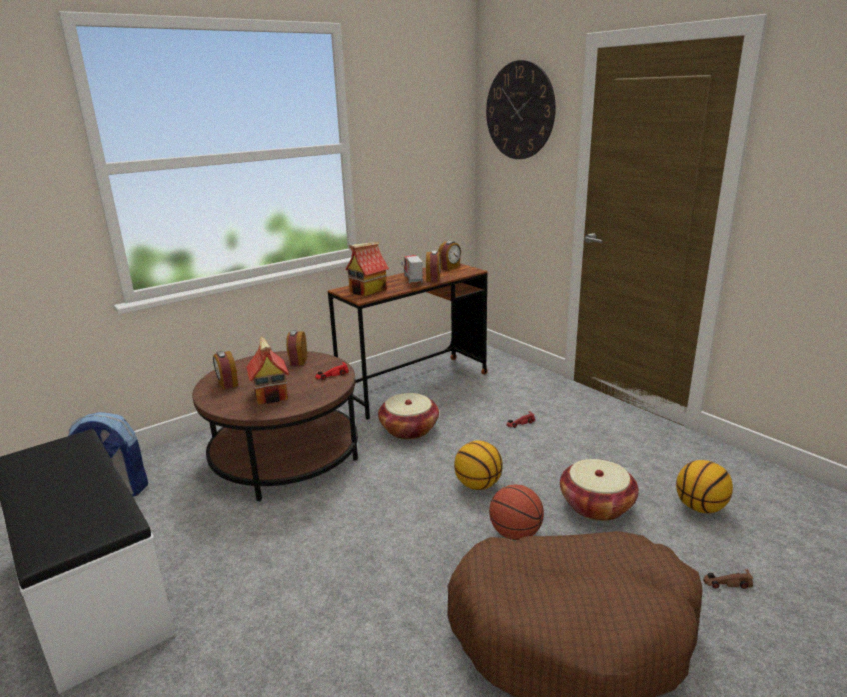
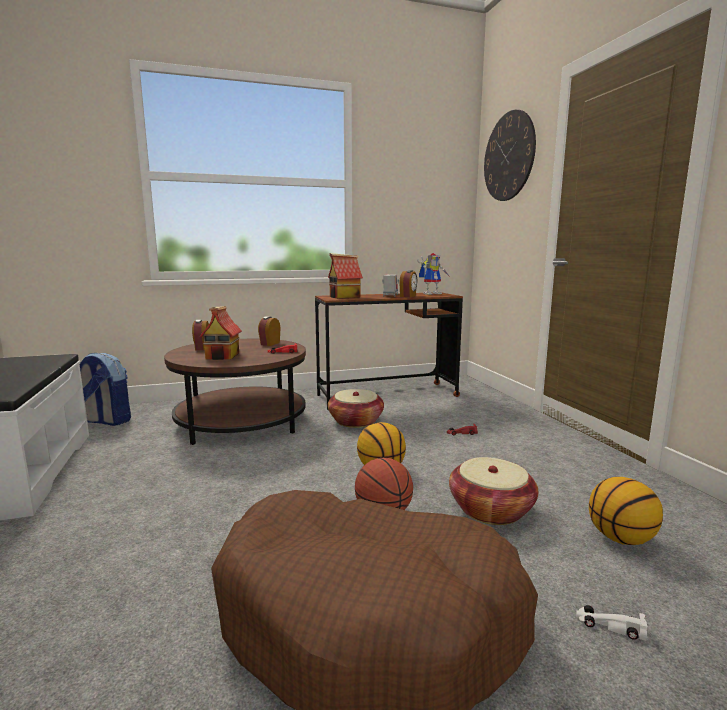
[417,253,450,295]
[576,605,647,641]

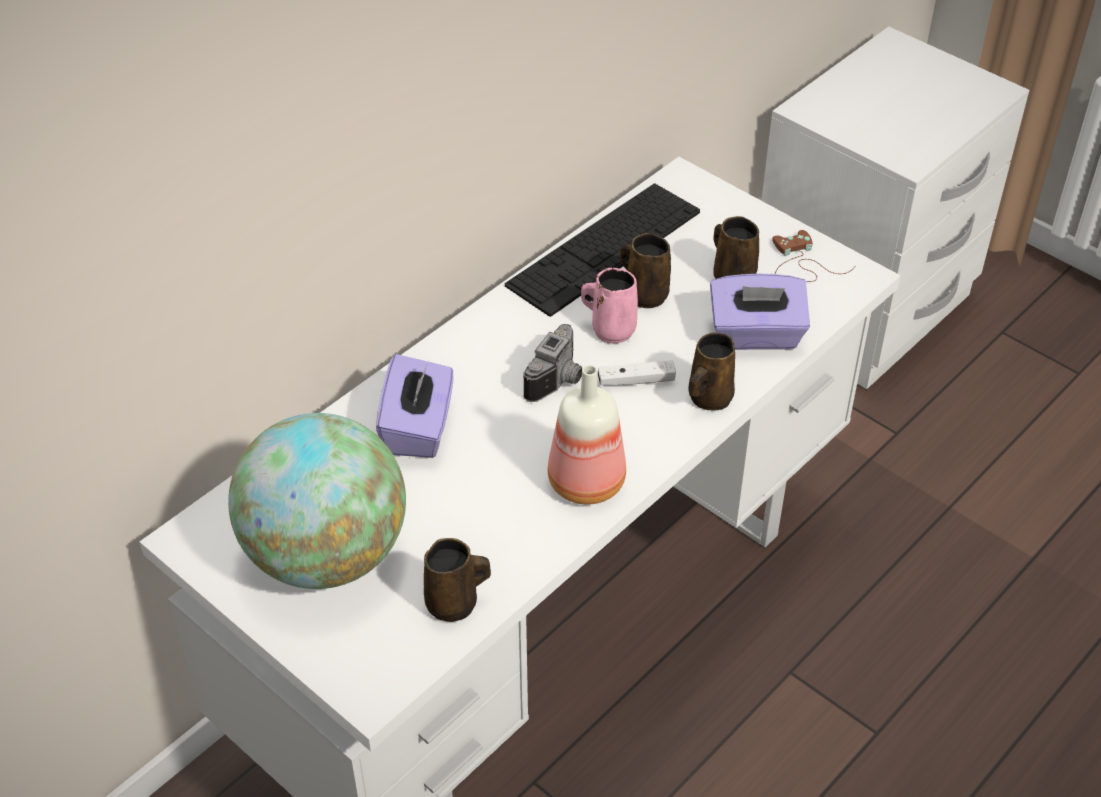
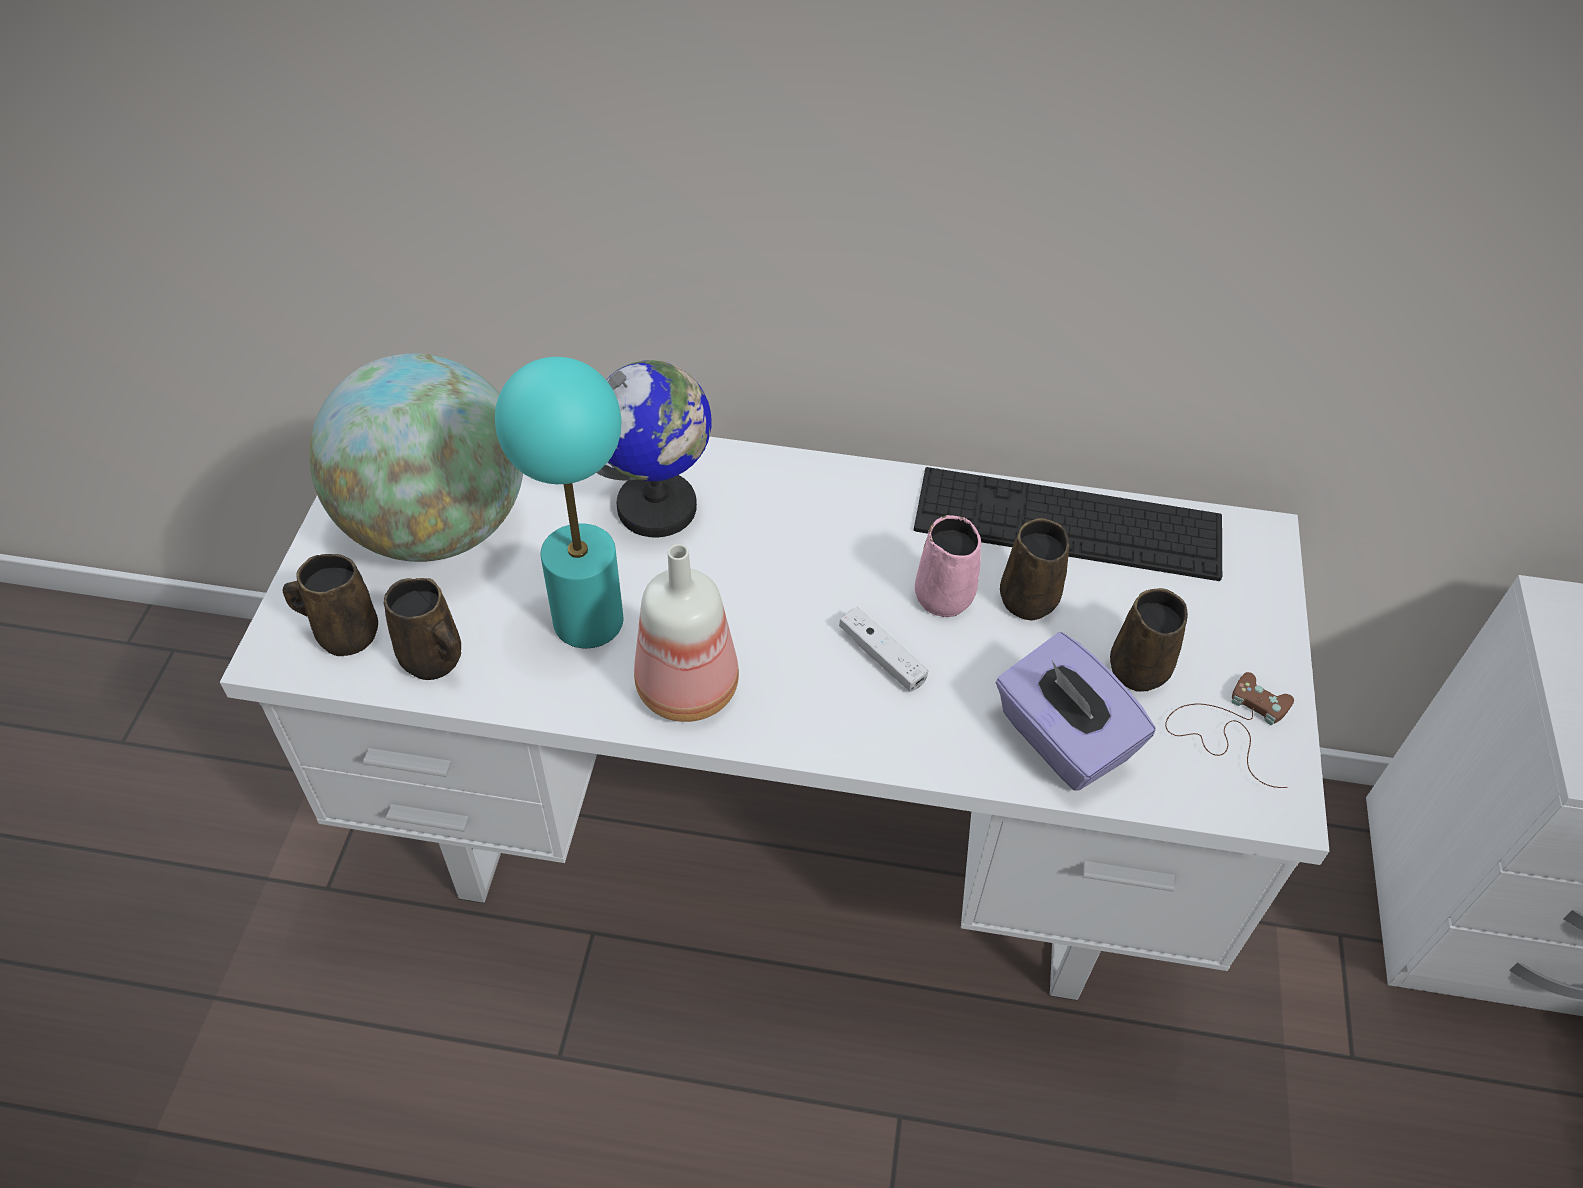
[523,324,582,402] (first image)
[283,554,378,656]
[597,360,712,537]
[495,357,623,648]

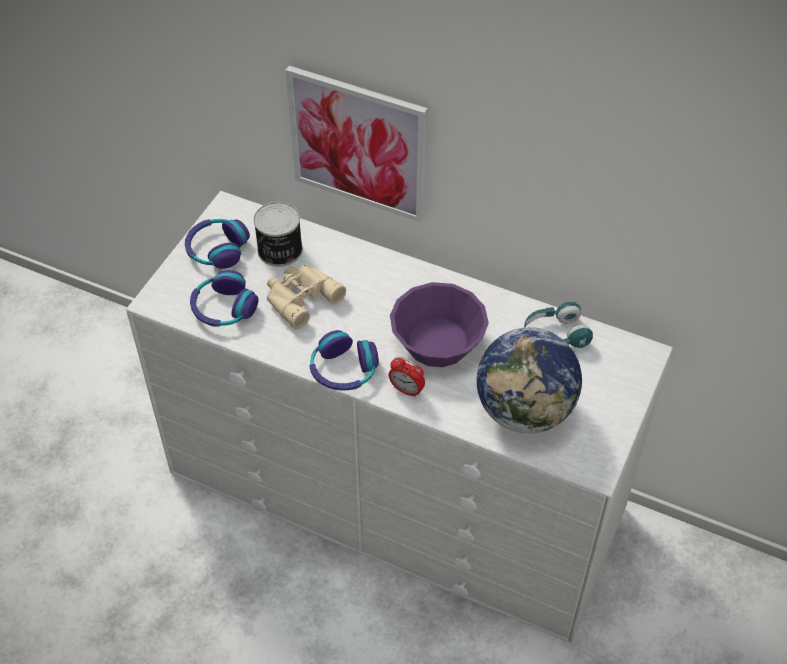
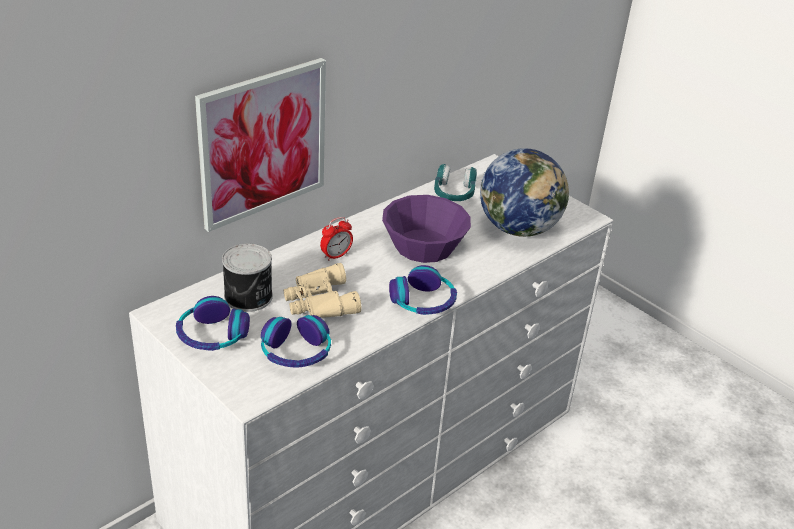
[320,217,353,261]

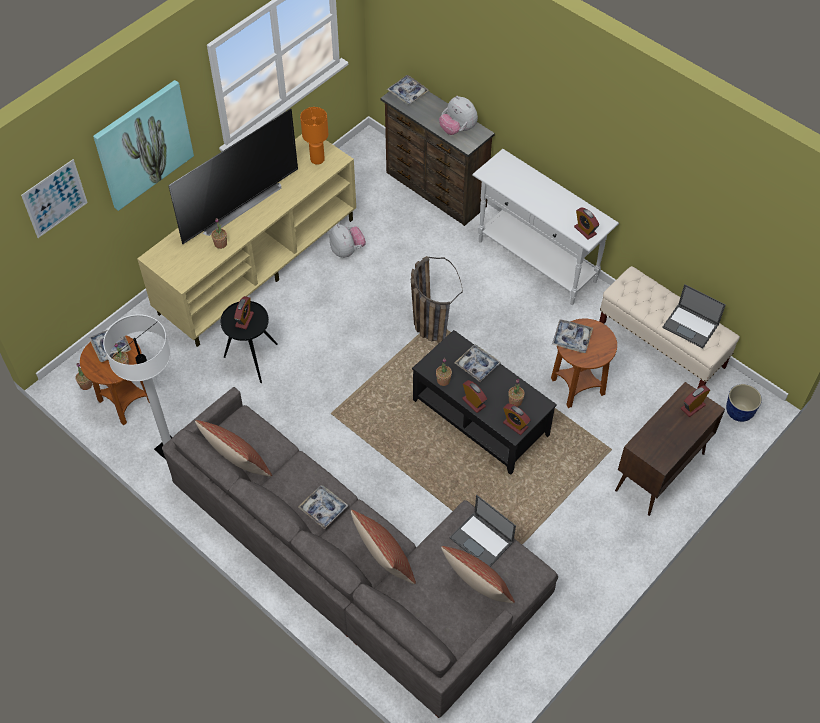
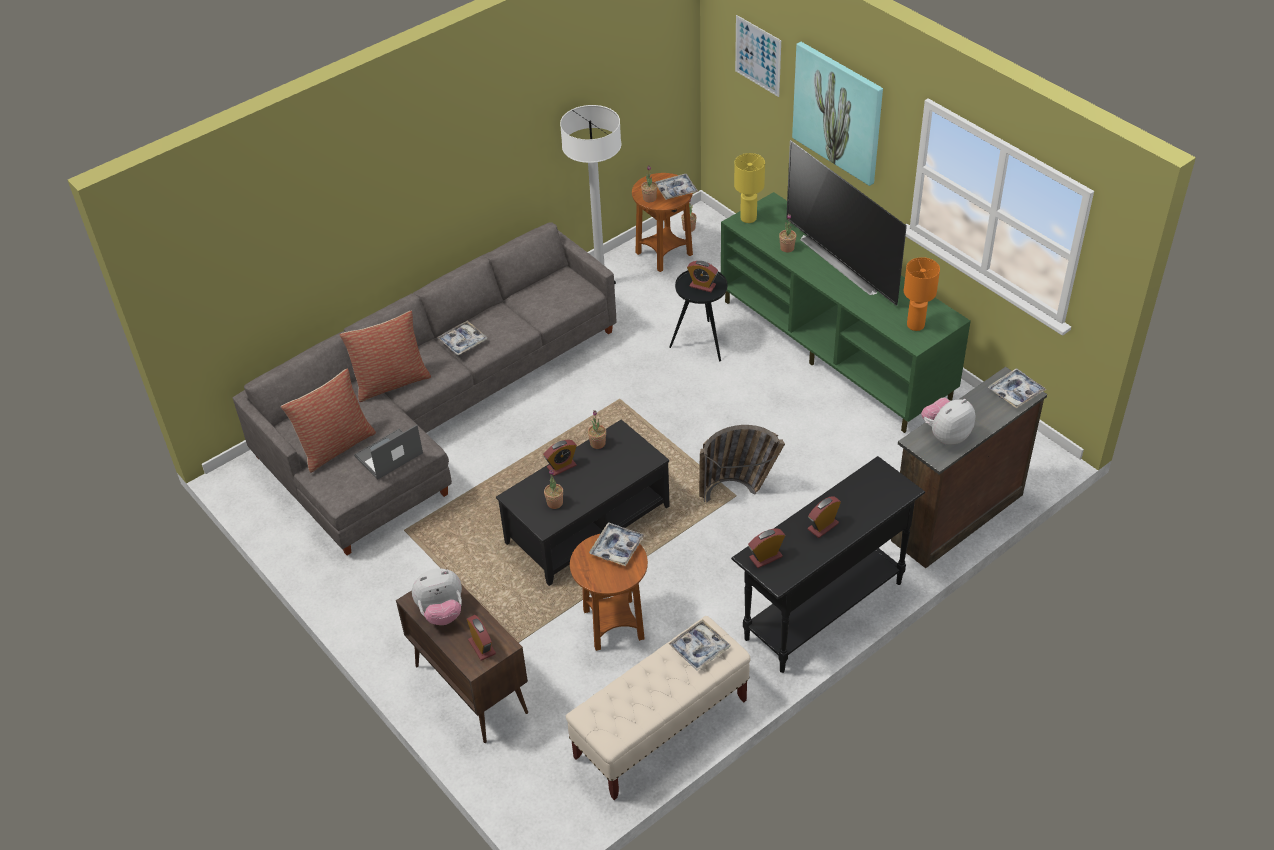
[721,192,971,433]
[731,456,925,673]
[412,568,462,625]
[662,284,726,348] (first image)
[669,619,730,671]
[726,384,762,422] (first image)
[808,496,841,538]
[195,420,272,477] (first image)
[734,153,765,223]

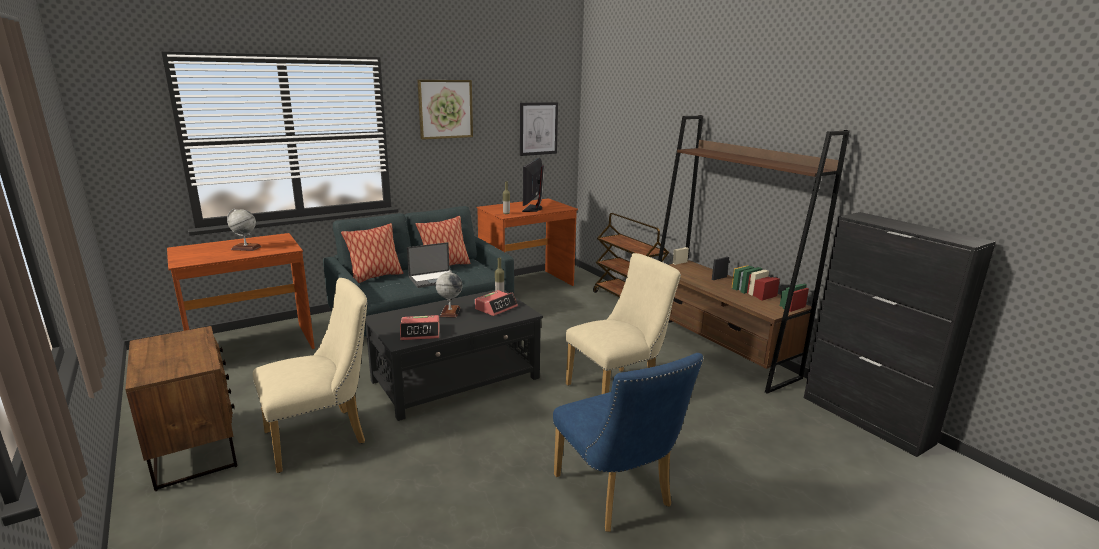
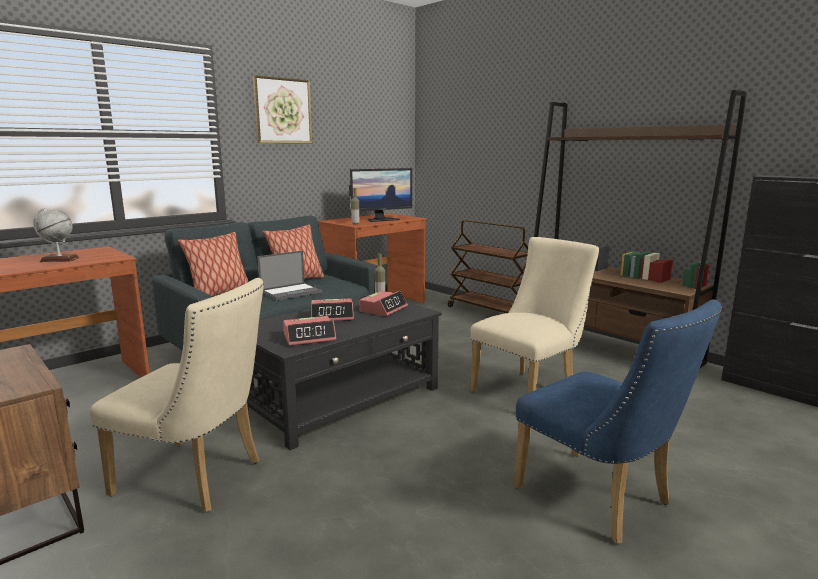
[520,102,558,156] (first image)
[349,168,412,222]
[311,299,354,321]
[90,278,264,512]

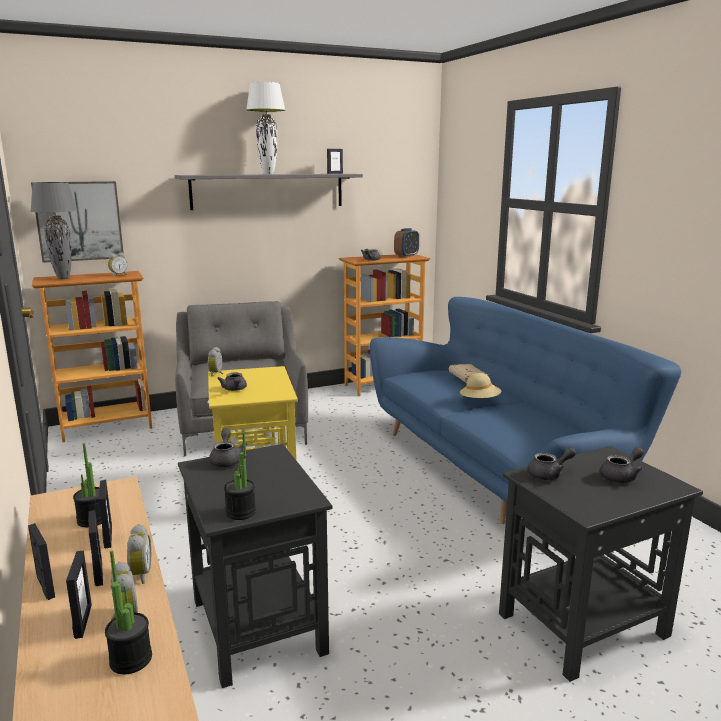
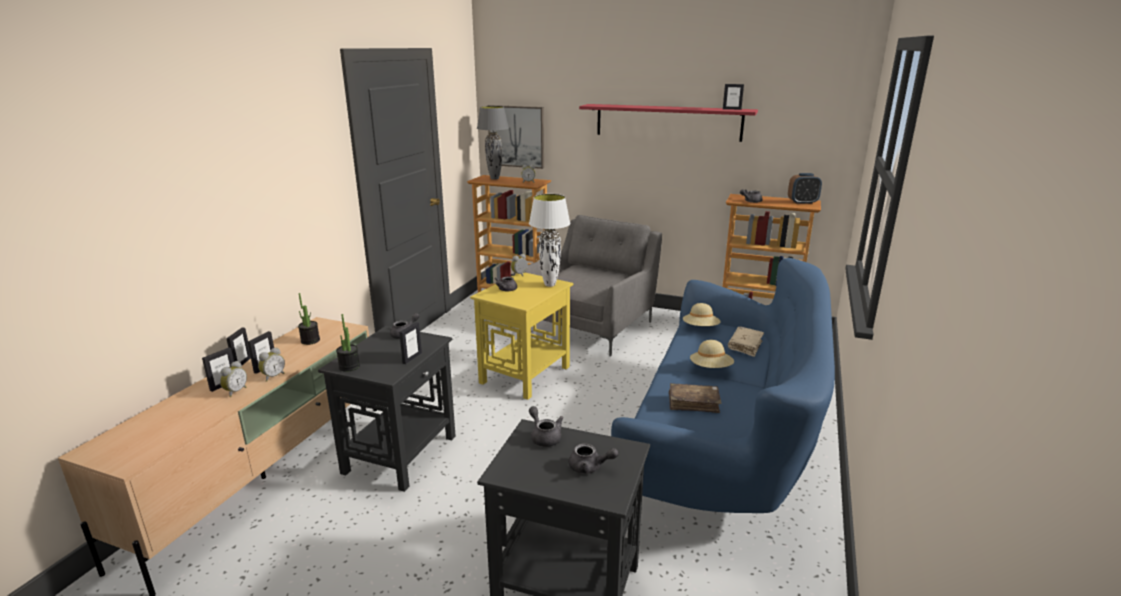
[529,194,571,287]
[579,104,758,142]
[529,406,563,447]
[399,322,422,364]
[105,550,152,674] (first image)
[683,303,720,326]
[669,383,722,413]

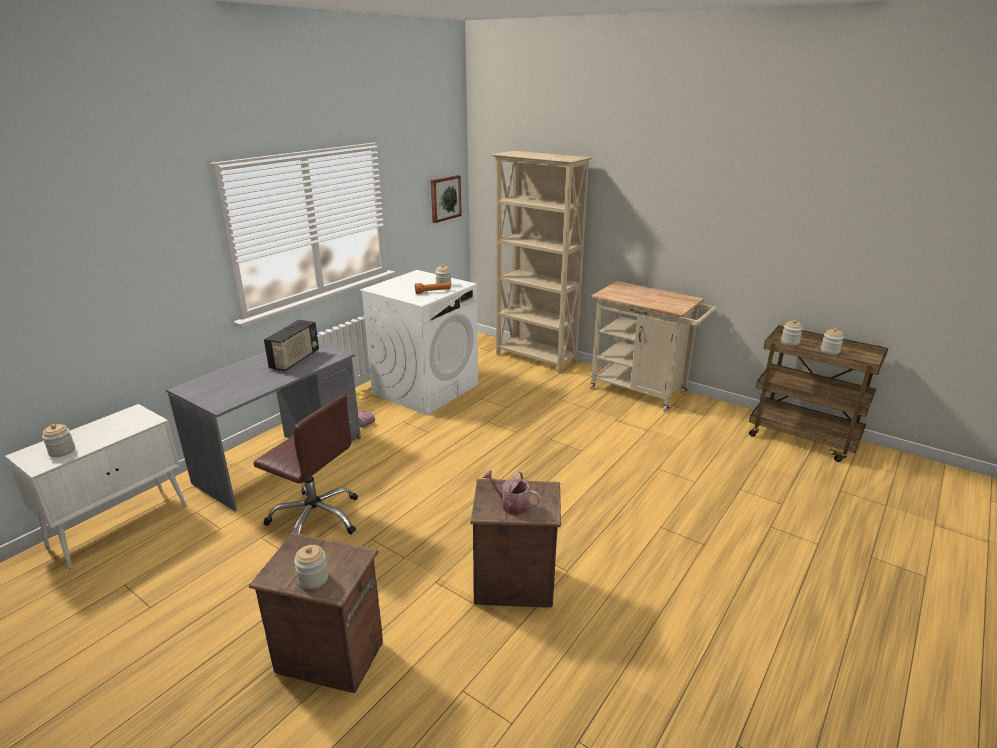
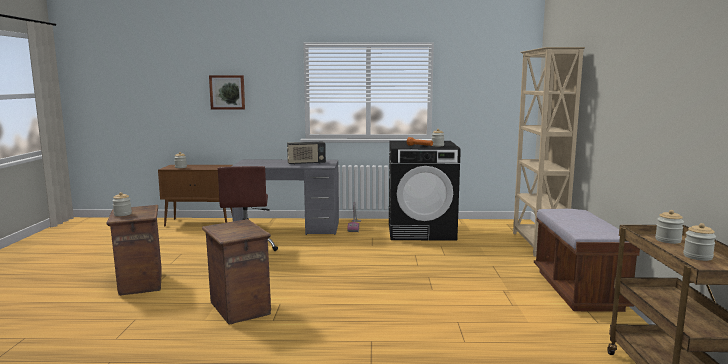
[209,75,245,110]
[389,141,461,241]
[534,209,640,312]
[158,165,233,226]
[482,470,540,515] (first image)

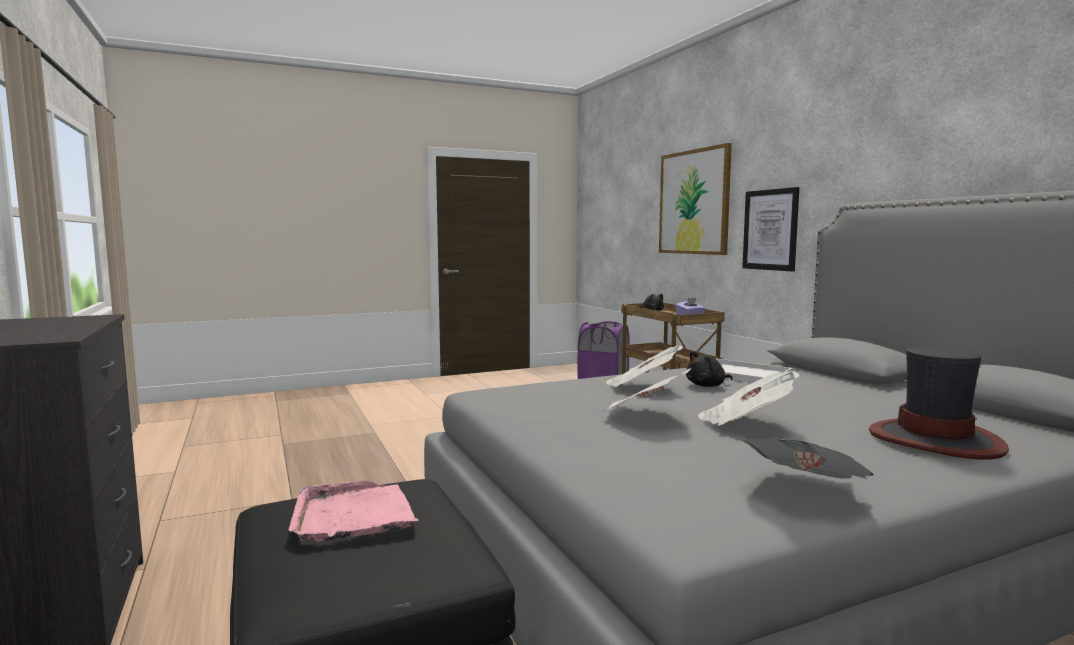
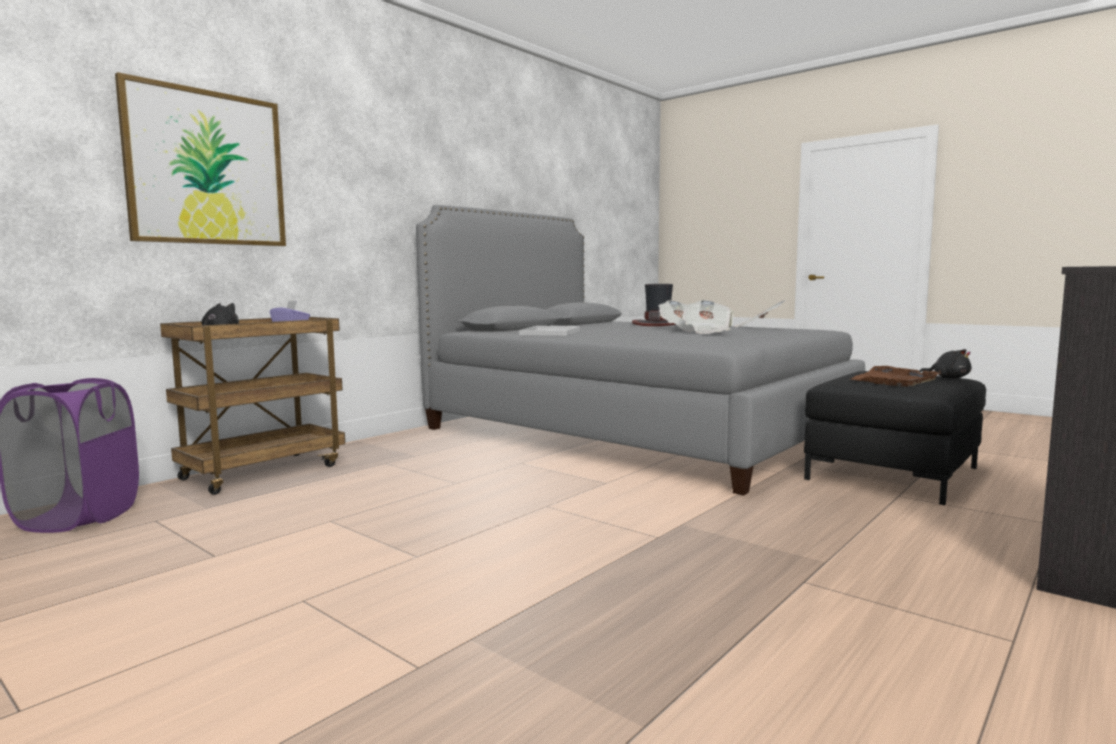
[742,187,799,272] (first image)
[606,346,682,387] (first image)
[920,349,972,379]
[851,366,941,387]

